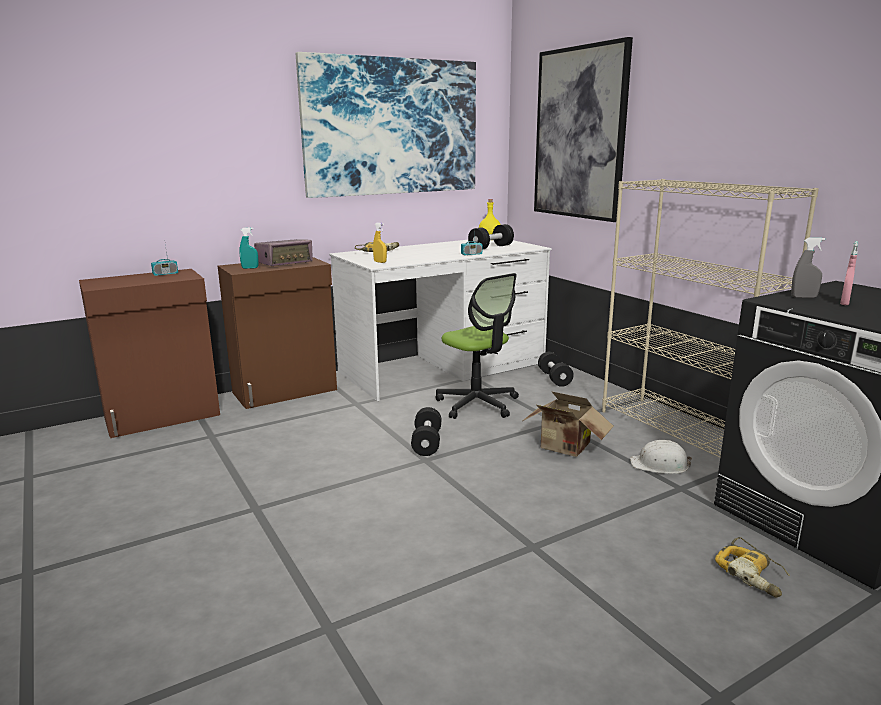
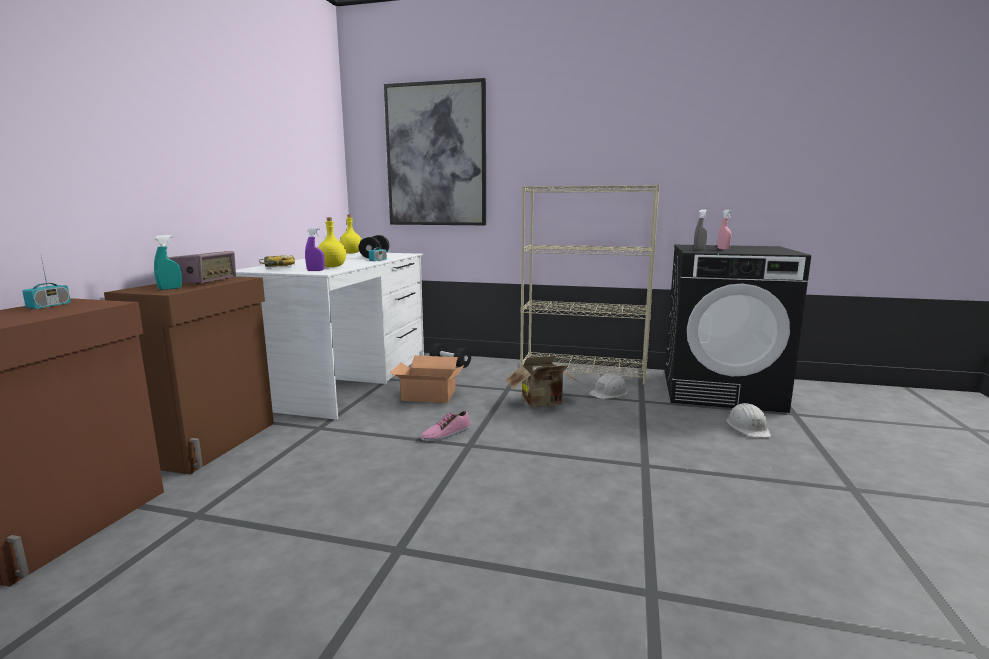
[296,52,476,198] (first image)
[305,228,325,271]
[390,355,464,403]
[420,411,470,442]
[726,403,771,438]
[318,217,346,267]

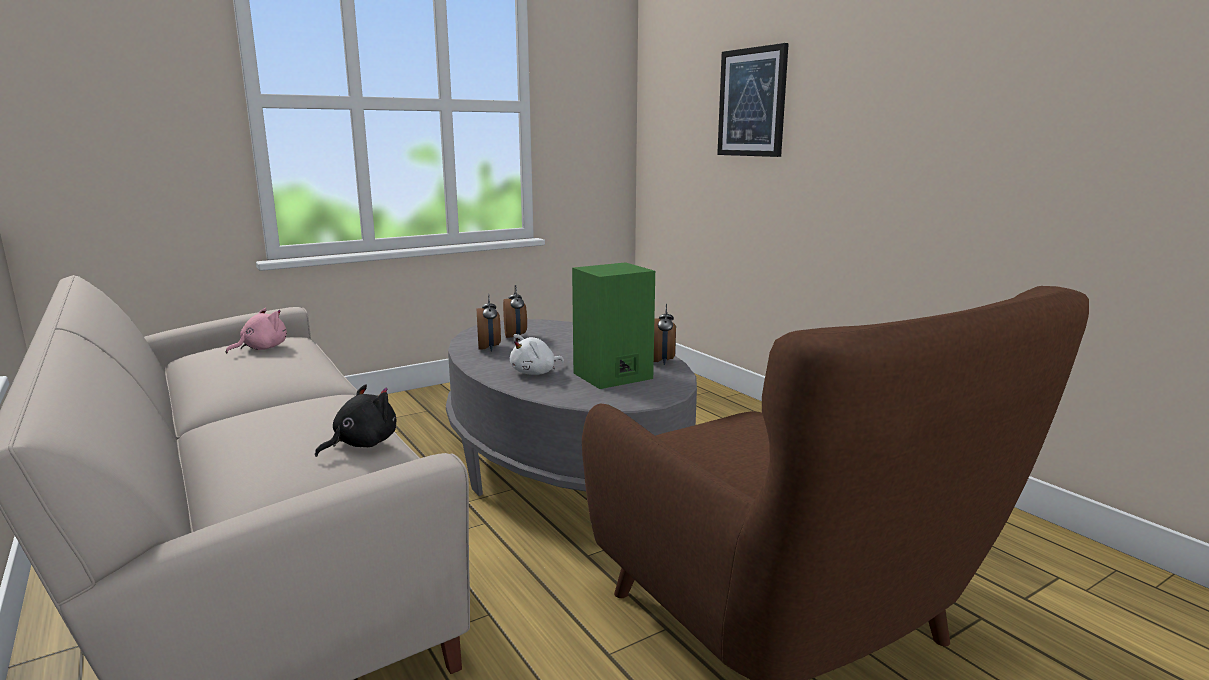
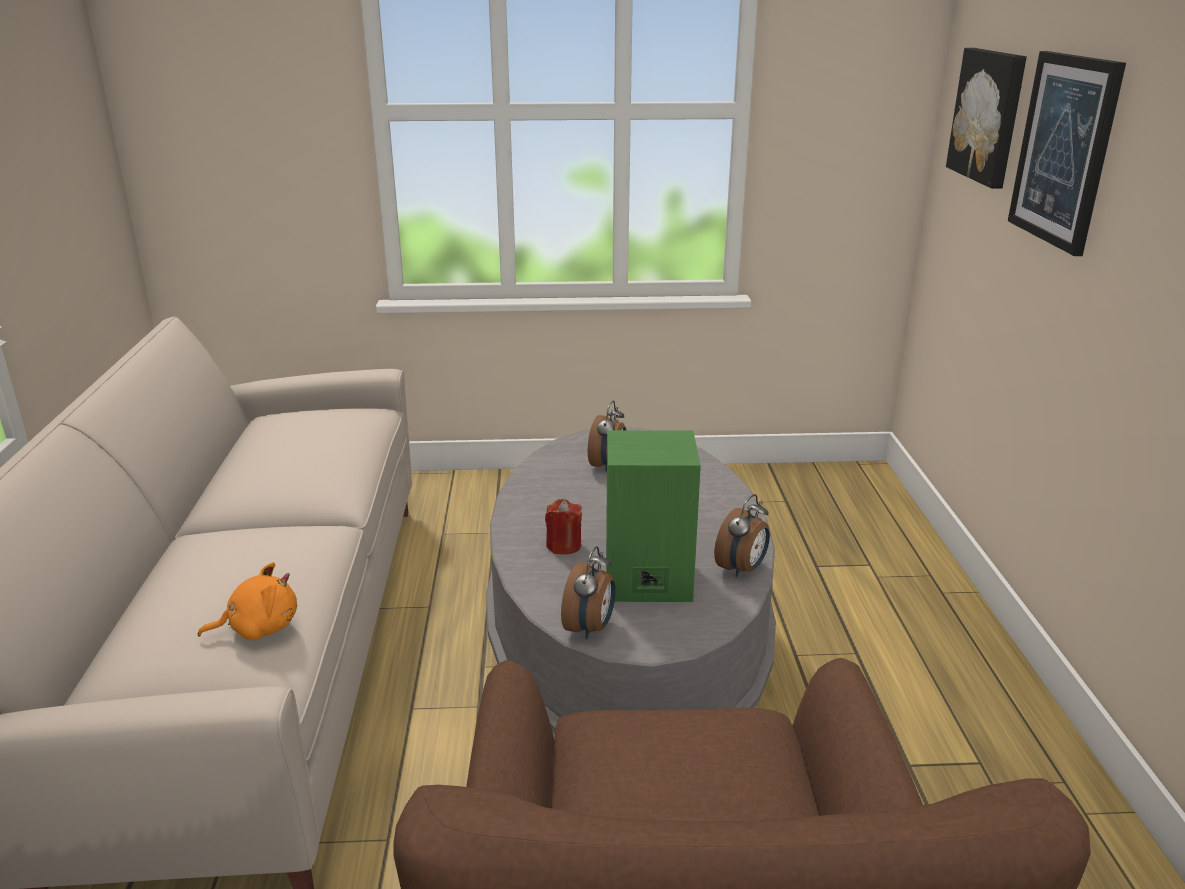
[561,546,616,639]
[226,308,287,353] (first image)
[545,499,582,554]
[198,562,297,640]
[946,48,1027,189]

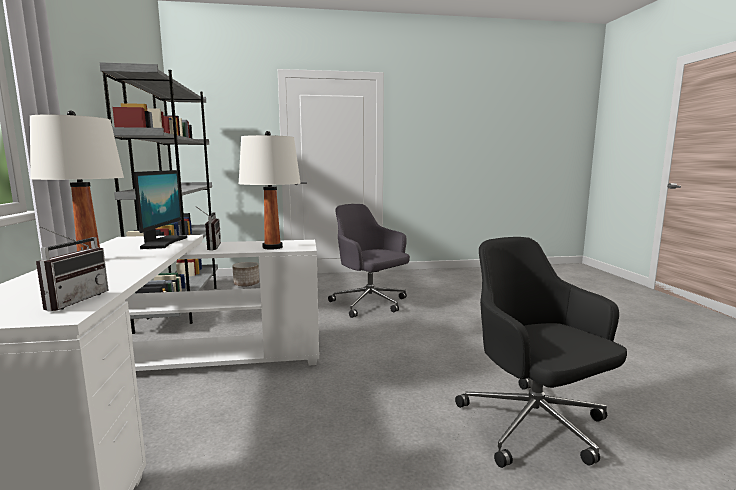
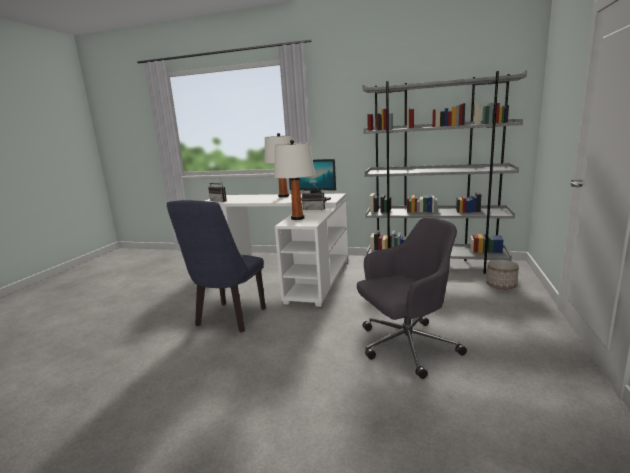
[455,237,627,468] (first image)
[167,200,266,332]

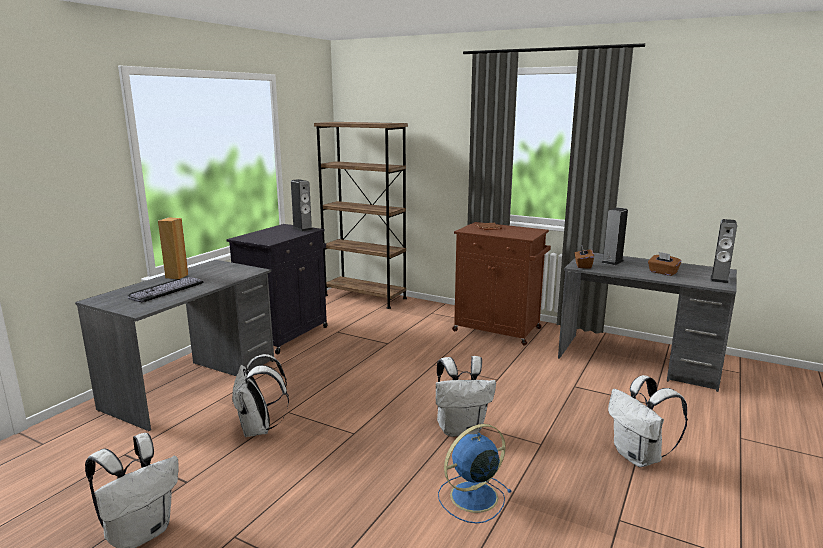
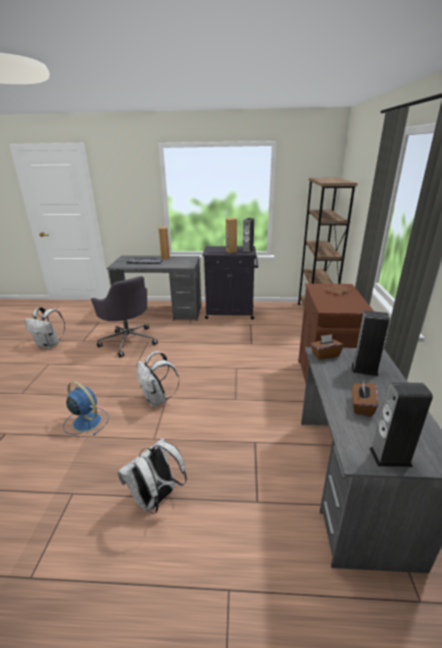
[91,276,158,358]
[226,218,237,253]

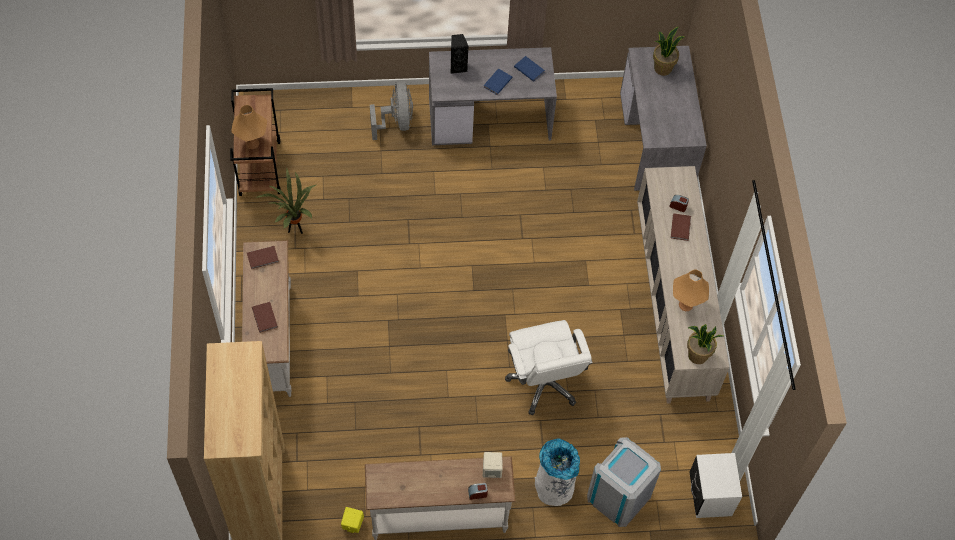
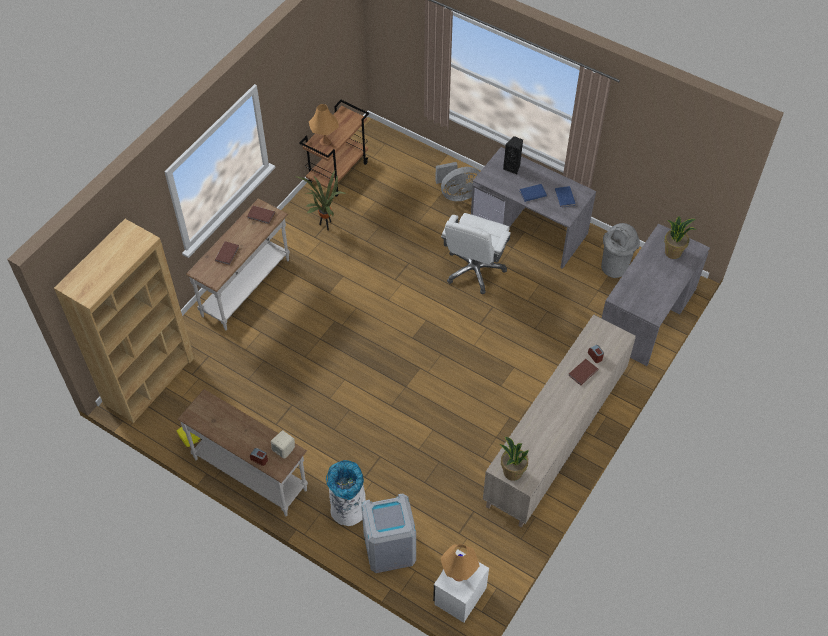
[435,162,480,201]
[441,544,479,581]
[441,213,511,294]
[601,223,640,278]

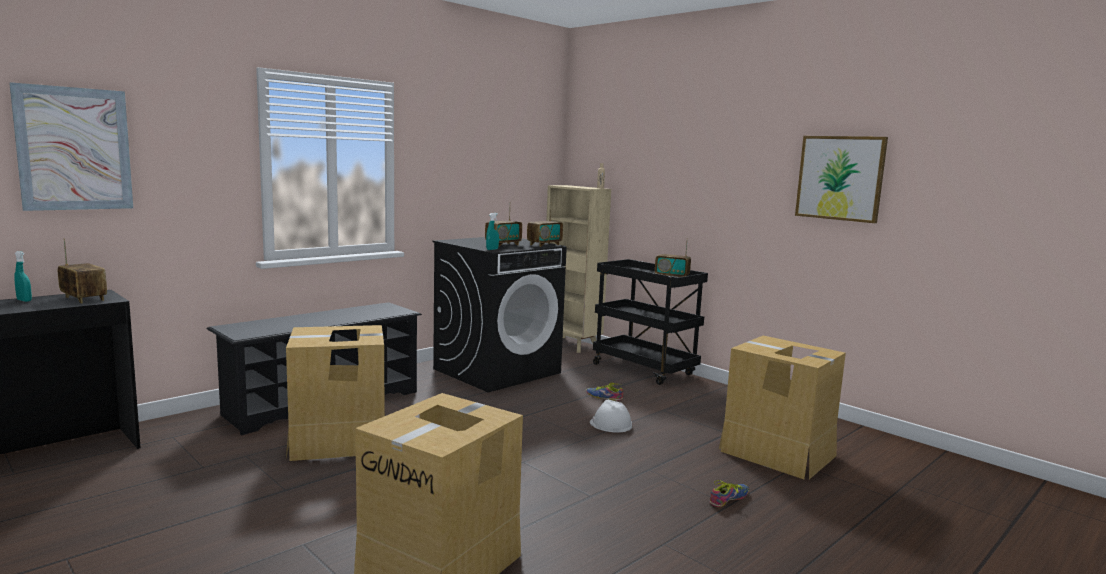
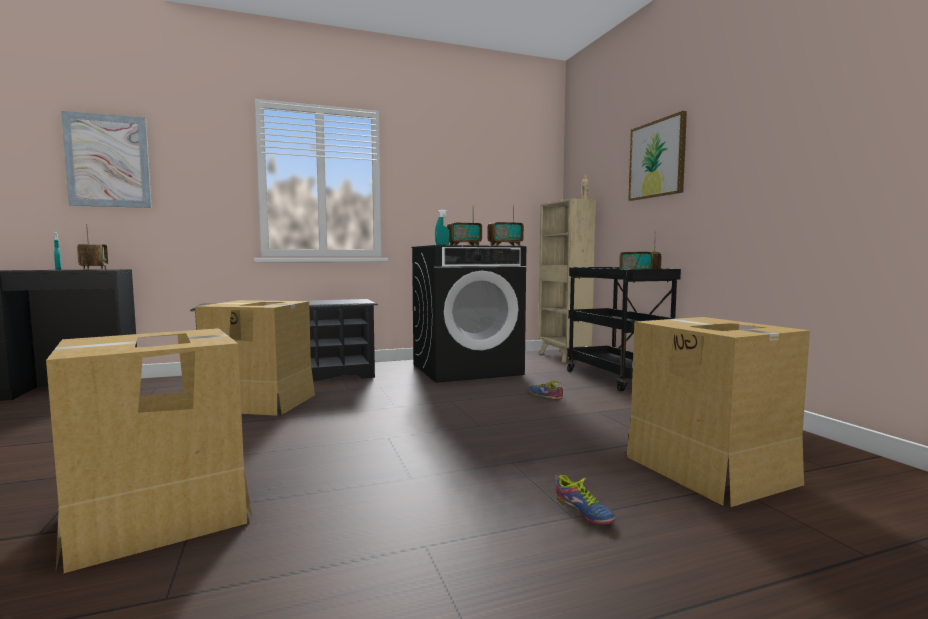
[628,111,687,201]
[590,400,632,432] (first image)
[555,475,615,525]

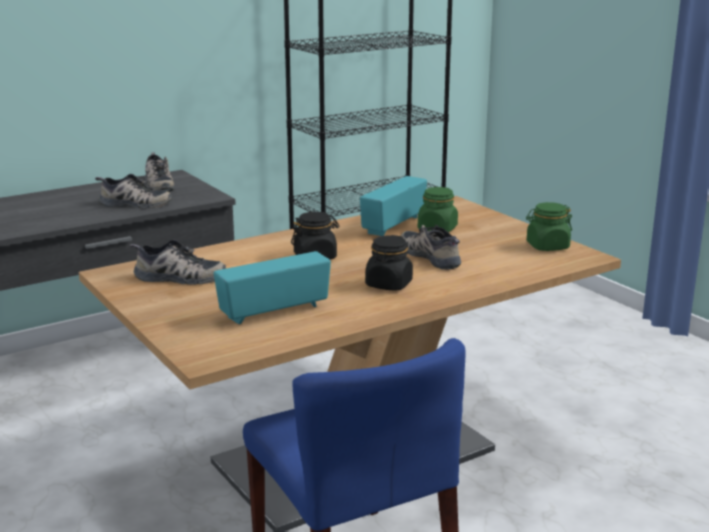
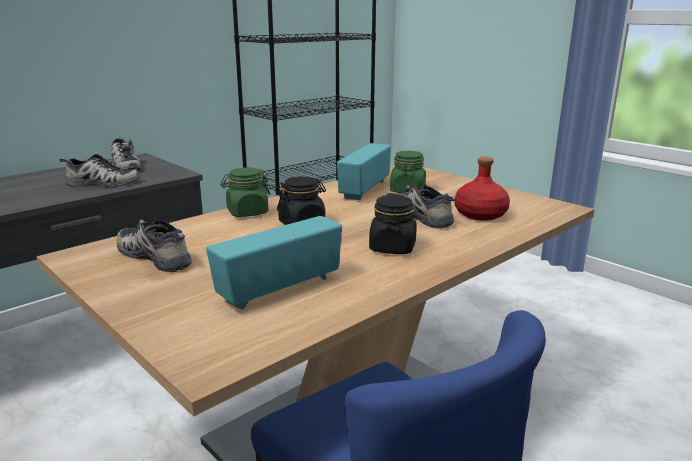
[220,167,271,217]
[117,218,192,272]
[454,157,510,221]

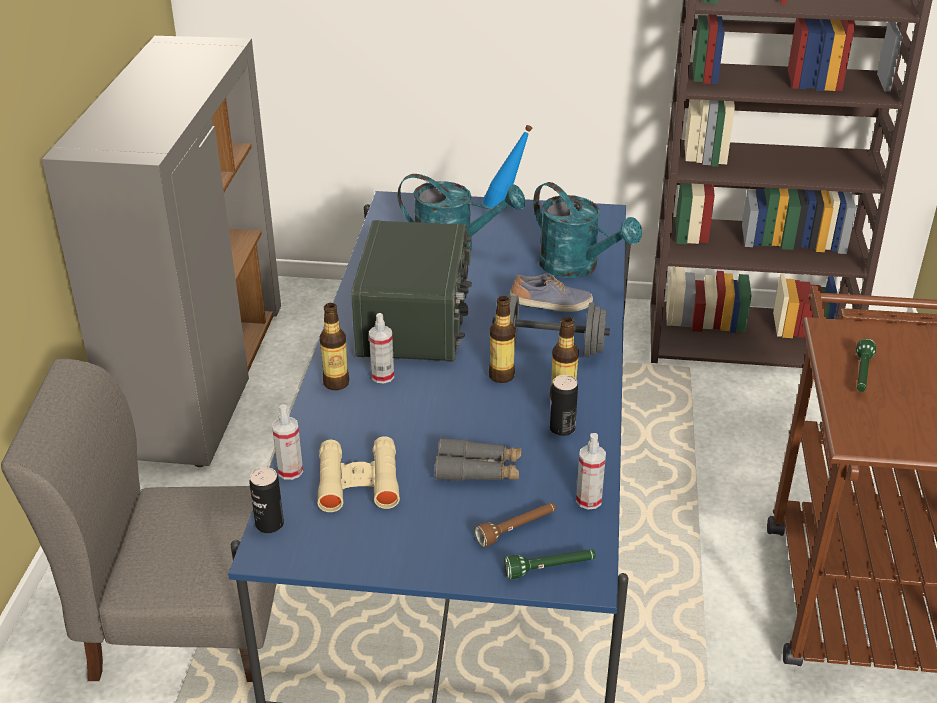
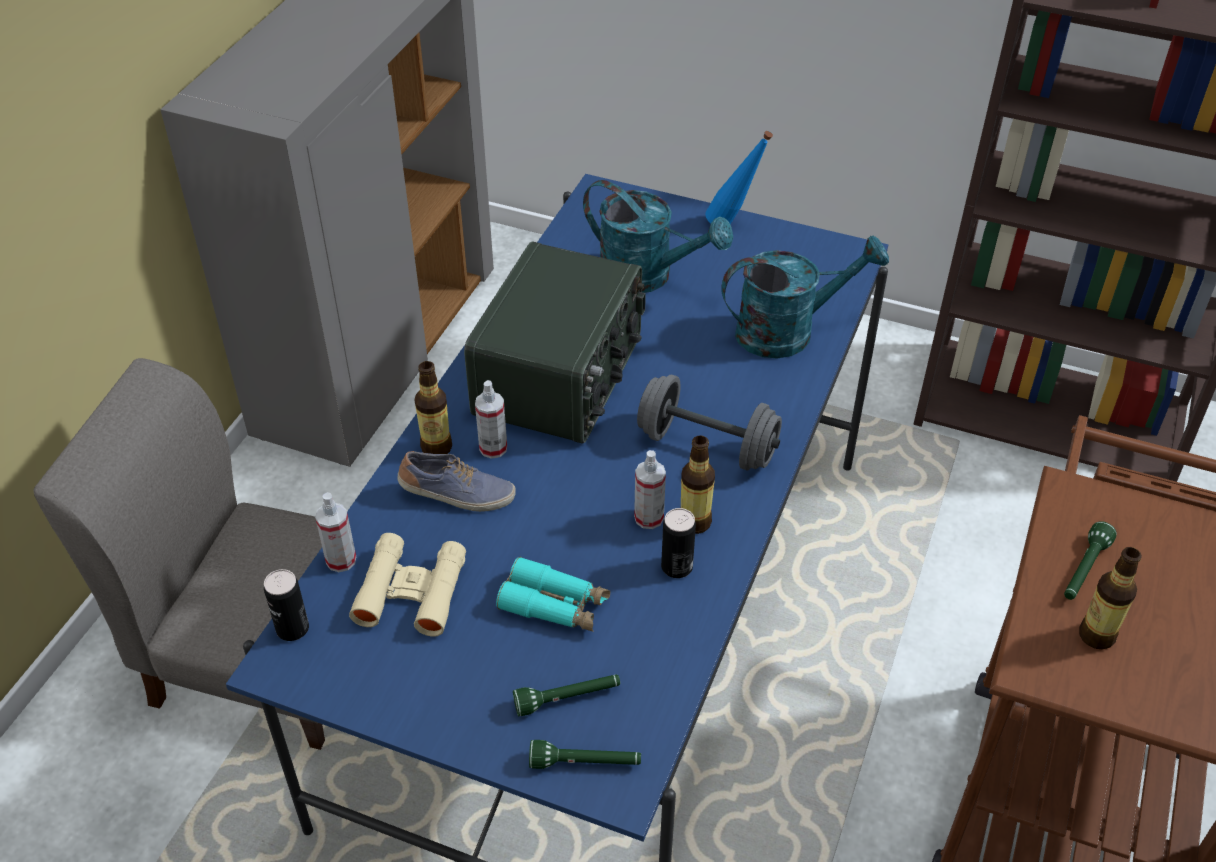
[721,235,889,359]
[398,451,516,512]
[1079,547,1142,649]
[634,450,666,529]
[496,556,610,632]
[513,675,620,716]

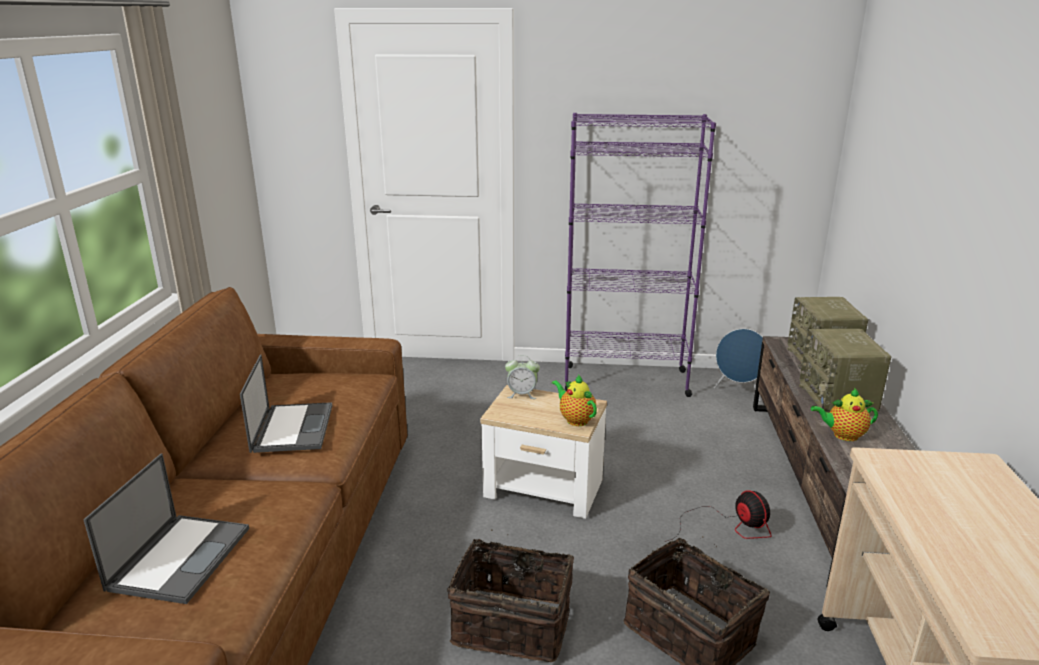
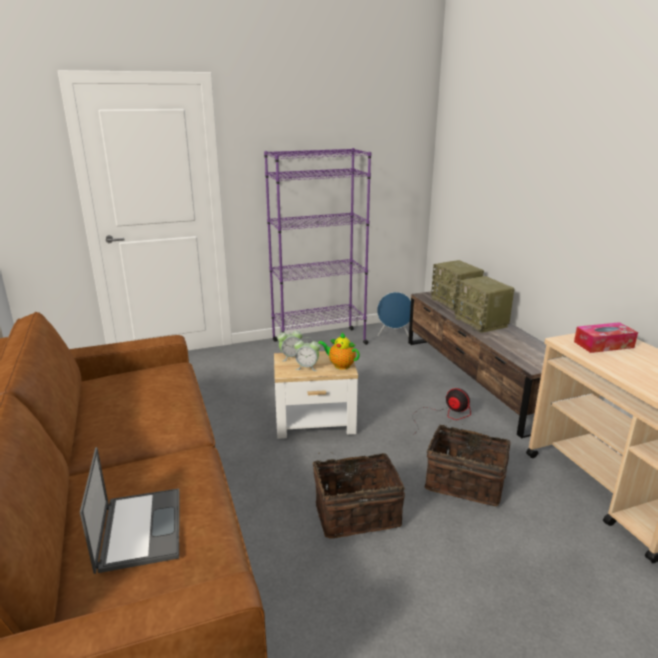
[240,355,333,453] (first image)
[811,388,878,441] (first image)
[574,322,638,353]
[294,337,321,371]

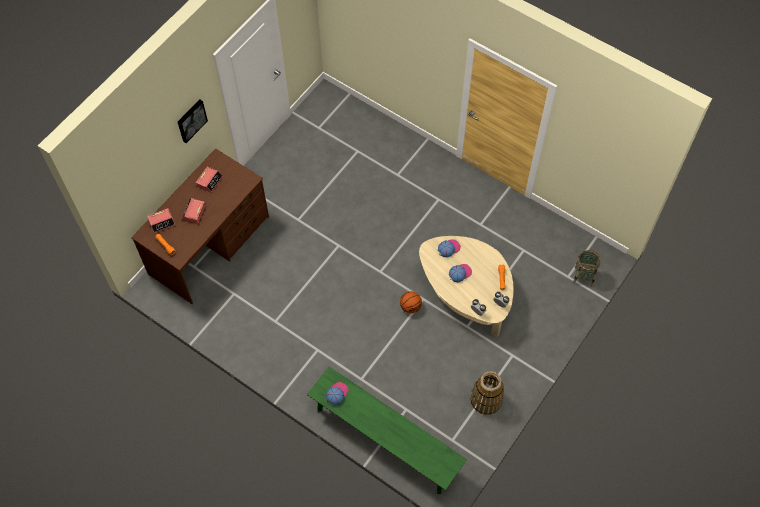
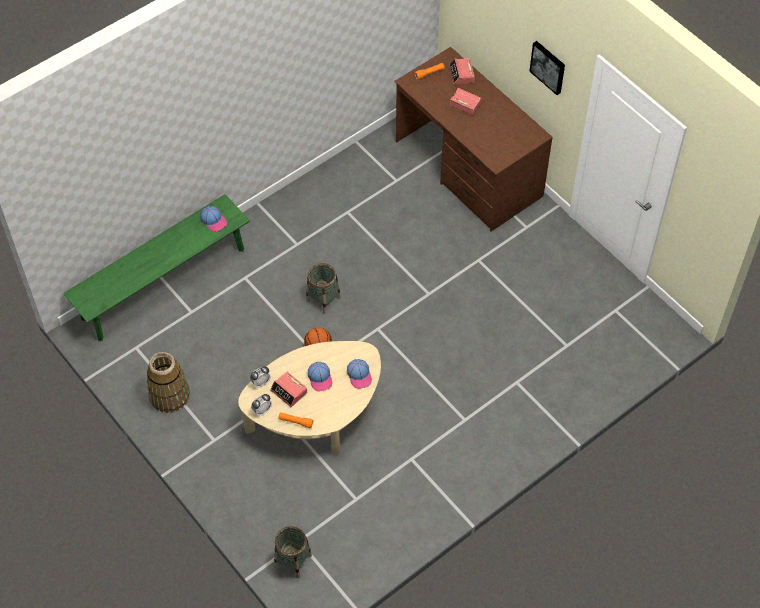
[270,372,307,407]
[306,263,341,314]

